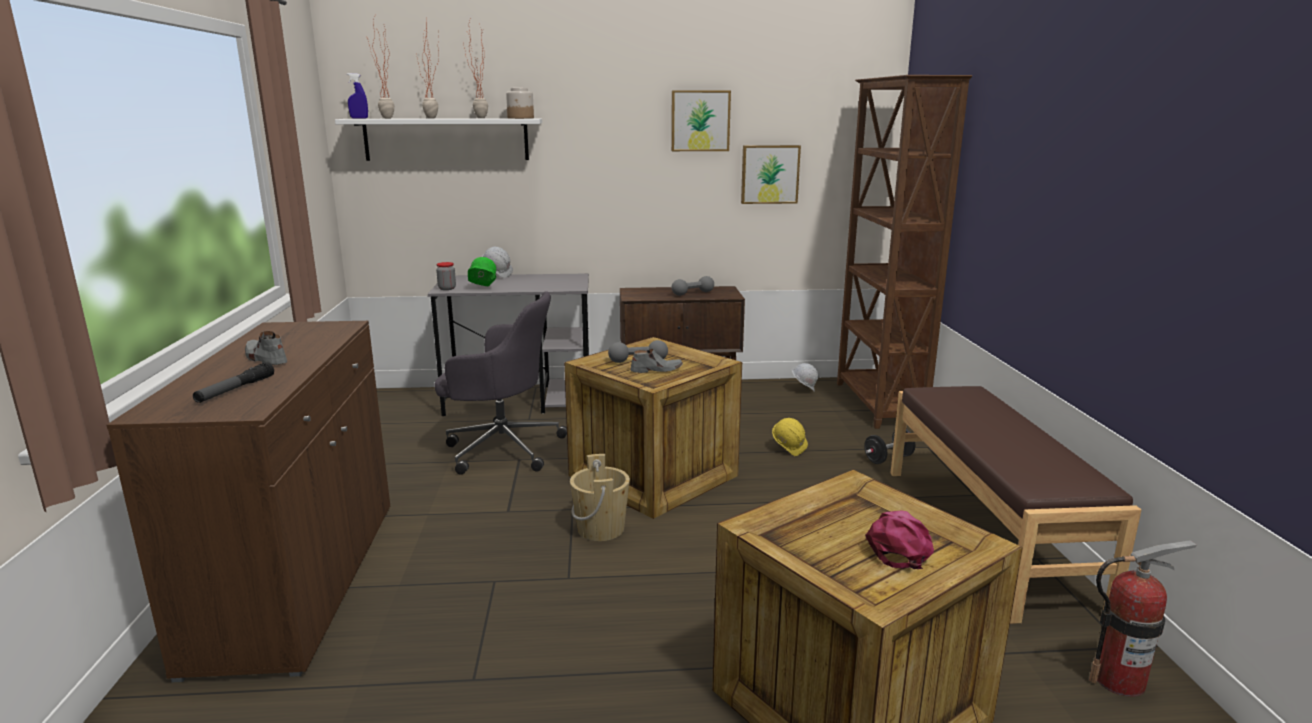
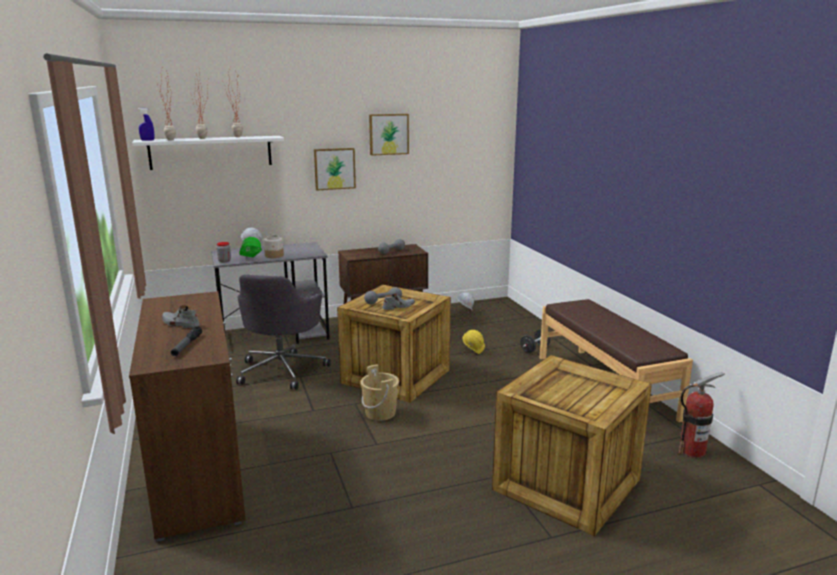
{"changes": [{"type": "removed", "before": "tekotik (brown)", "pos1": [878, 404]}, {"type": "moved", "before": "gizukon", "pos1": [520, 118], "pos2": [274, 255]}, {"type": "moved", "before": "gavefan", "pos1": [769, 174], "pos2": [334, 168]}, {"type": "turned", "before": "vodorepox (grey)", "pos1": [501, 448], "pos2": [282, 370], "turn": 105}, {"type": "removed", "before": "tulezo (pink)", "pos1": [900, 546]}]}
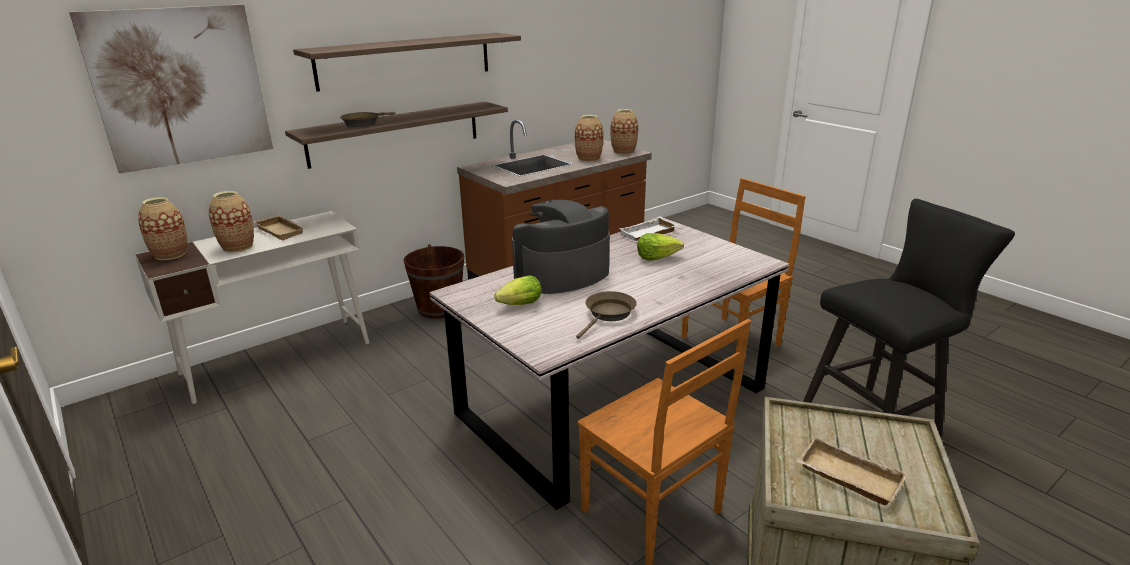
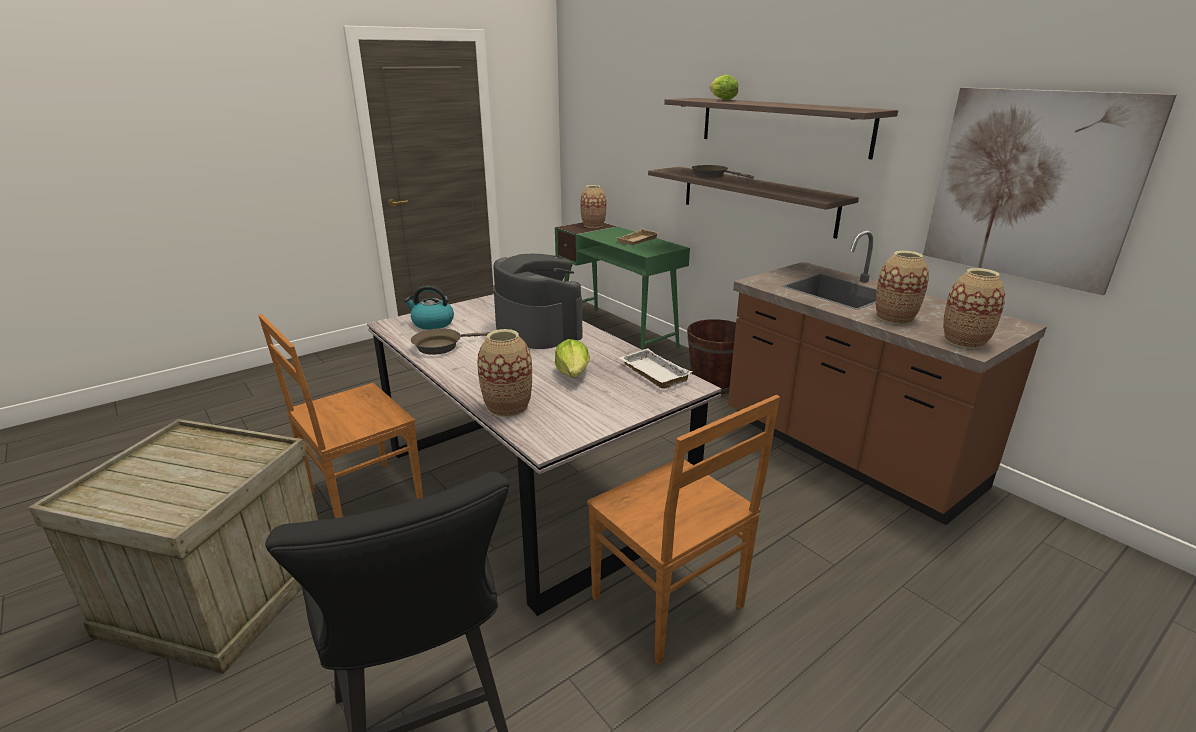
{"changes": [{"type": "moved", "before": "gavefan", "pos1": [181, 87], "pos2": [1031, 186]}, {"type": "moved", "before": "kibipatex", "pos1": [238, 247], "pos2": [508, 407]}, {"type": "recoloured", "before": "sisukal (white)", "after": "sisukal (green)", "pos1": [278, 357], "pos2": [617, 333]}, {"type": "moved", "before": "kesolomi", "pos1": [518, 305], "pos2": [721, 99]}, {"type": "turned", "before": "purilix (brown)", "pos1": [608, 314], "pos2": [441, 346], "turn": 120}, {"type": "removed", "before": "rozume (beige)", "pos1": [846, 477]}, {"type": "added", "after": "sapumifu", "pos2": [432, 323]}]}
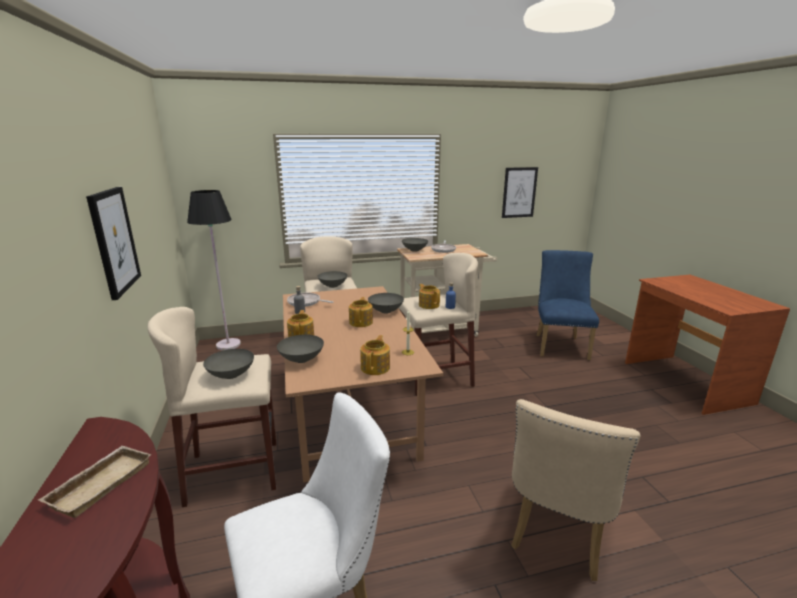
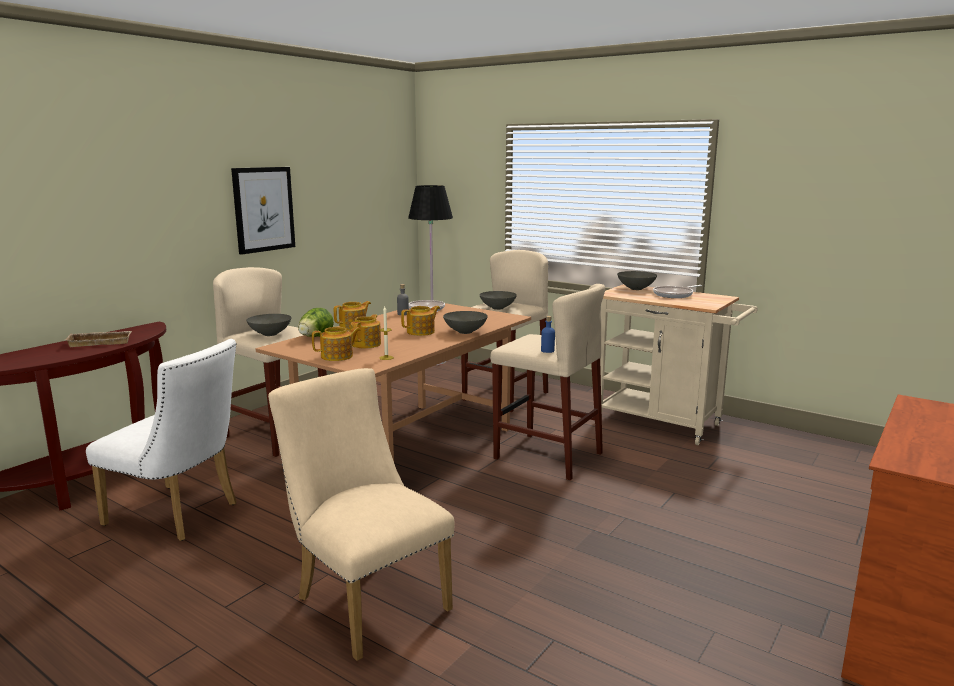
{"changes": [{"type": "removed", "before": "gavefan", "pos1": [519, 192]}, {"type": "removed", "before": "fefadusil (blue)", "pos1": [560, 345]}, {"type": "moved", "before": "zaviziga", "pos1": [429, 305], "pos2": [367, 344]}, {"type": "replaced", "before": "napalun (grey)", "after": "kesolomi", "pos1": [302, 359], "pos2": [315, 337]}, {"type": "turned", "before": "fefadusil (beige)", "pos1": [557, 535], "pos2": [366, 600], "turn": 60}]}
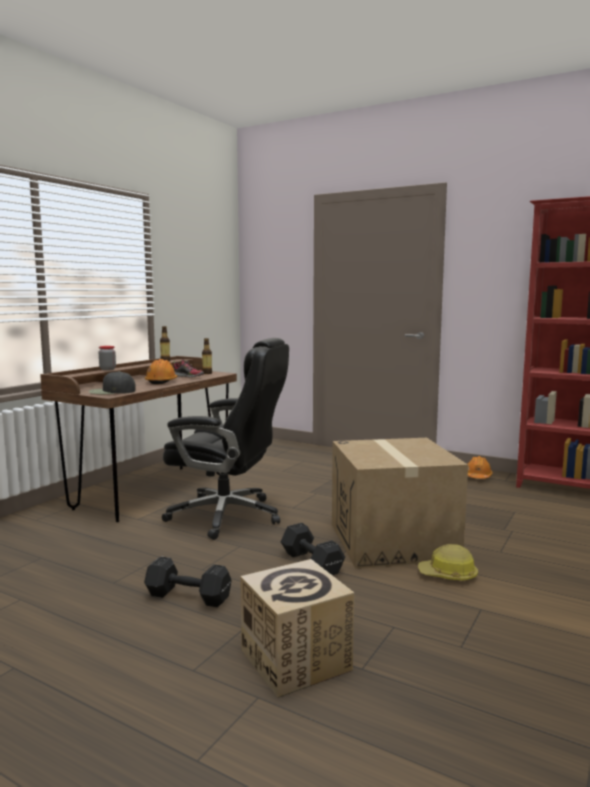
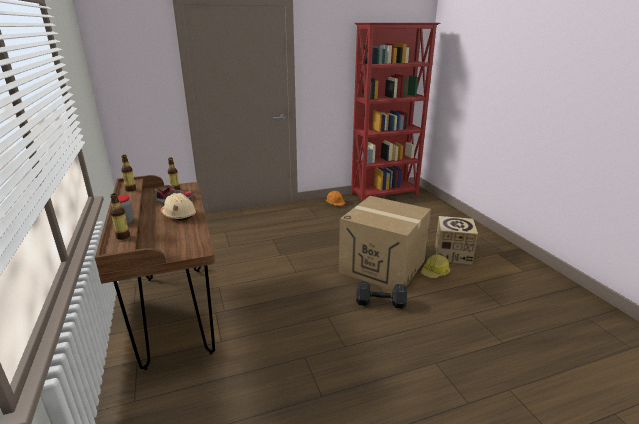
{"changes": [{"type": "removed", "before": "vodorepox (black)", "pos1": [228, 516]}, {"type": "recoloured", "before": "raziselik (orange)", "after": "raziselik (beige)", "pos1": [161, 382], "pos2": [179, 215]}, {"type": "removed", "before": "tulezo (black)", "pos1": [111, 392]}, {"type": "removed", "before": "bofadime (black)", "pos1": [187, 596]}, {"type": "moved", "before": "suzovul", "pos1": [295, 660], "pos2": [452, 254]}, {"type": "added", "after": "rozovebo", "pos2": [123, 236]}]}
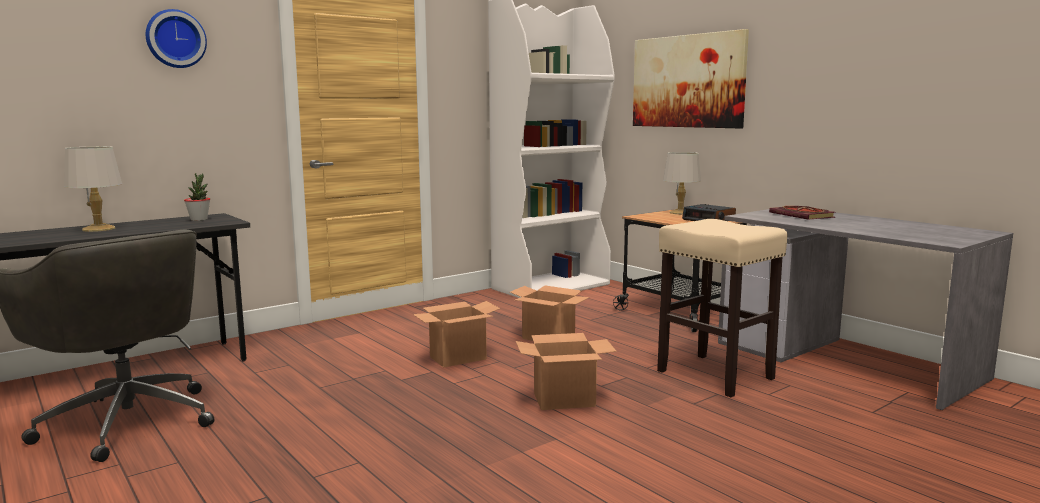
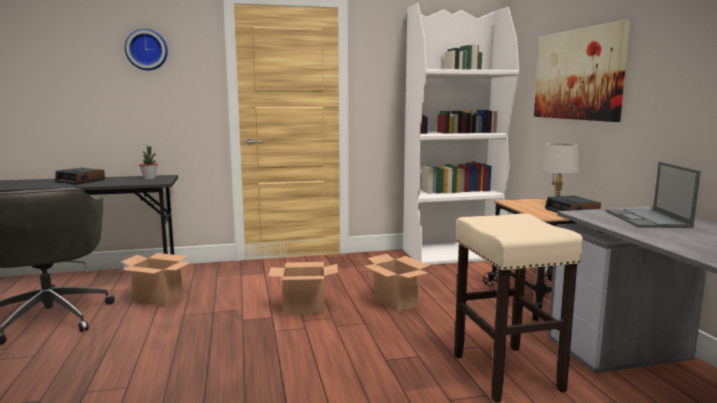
{"changes": [{"type": "replaced", "before": "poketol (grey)", "after": "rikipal", "pos1": [99, 229], "pos2": [81, 181]}, {"type": "replaced", "before": "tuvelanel", "after": "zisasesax", "pos1": [803, 215], "pos2": [647, 219]}, {"type": "moved", "before": "suzovul", "pos1": [565, 400], "pos2": [159, 299]}]}
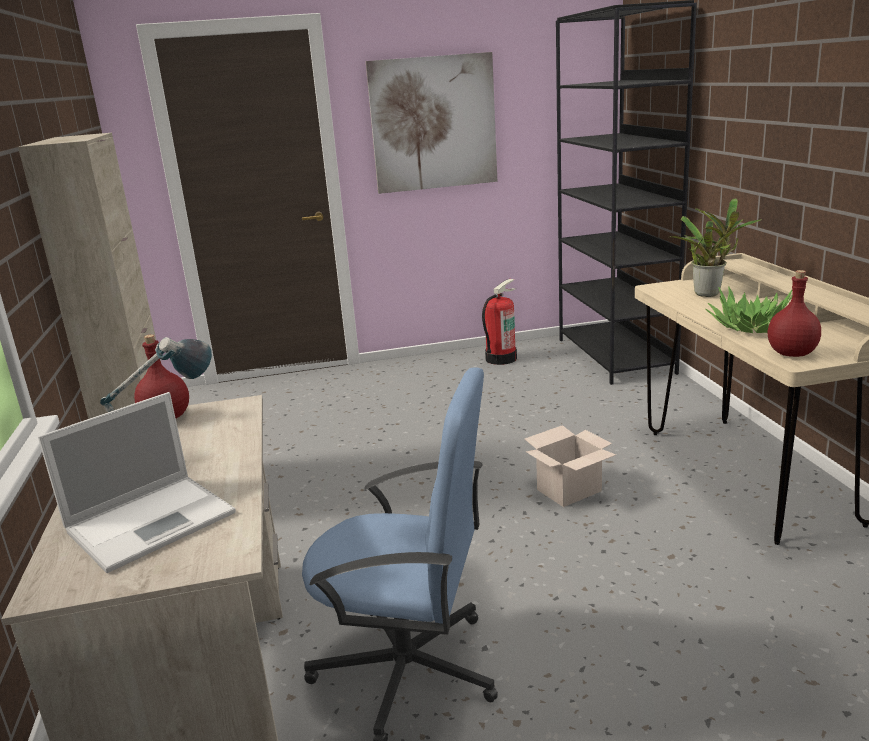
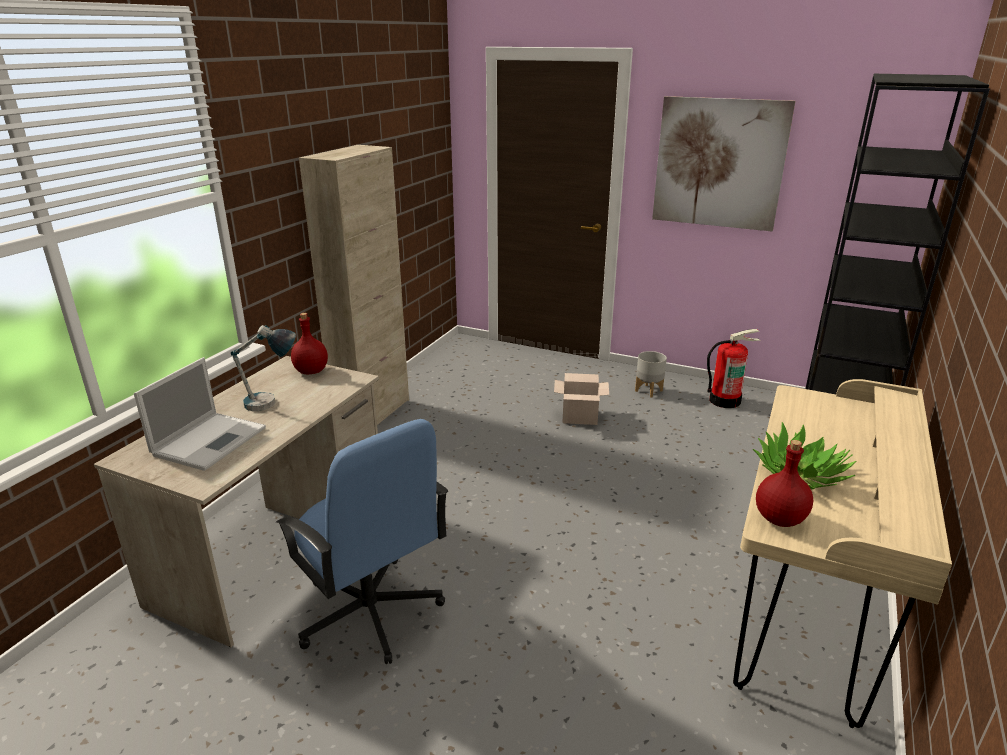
{"changes": [{"type": "removed", "before": "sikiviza", "pos1": [709, 293]}, {"type": "turned", "before": "zisasesax", "pos1": [153, 520], "pos2": [211, 440], "turn": -60}, {"type": "moved", "before": "suzovul", "pos1": [568, 491], "pos2": [578, 417]}, {"type": "added", "after": "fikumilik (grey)", "pos2": [649, 390]}]}
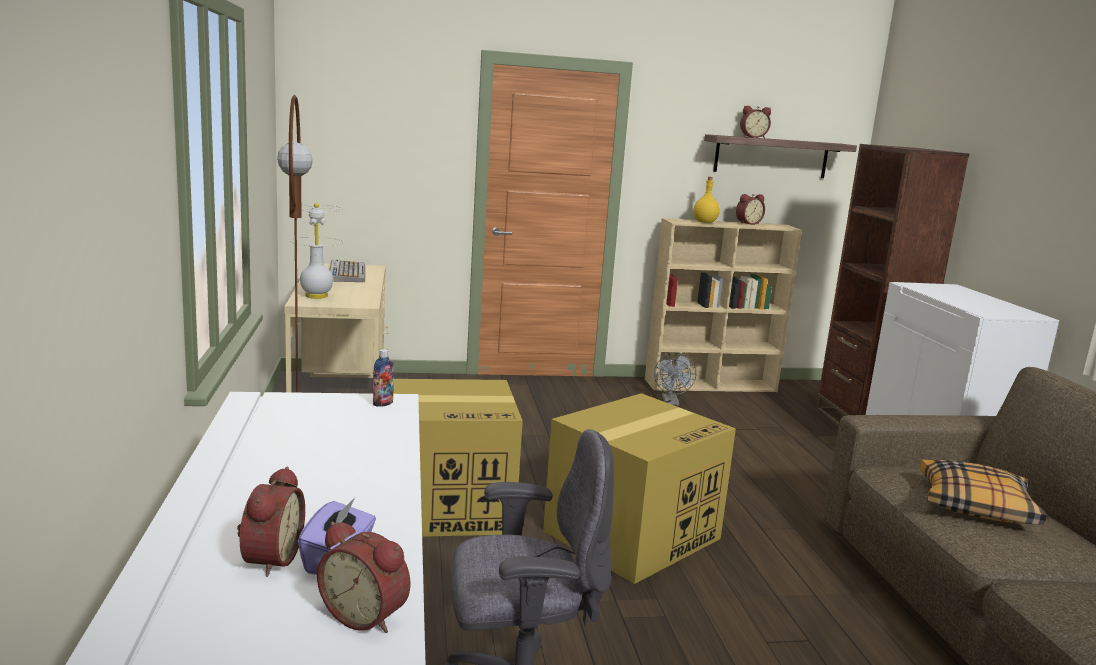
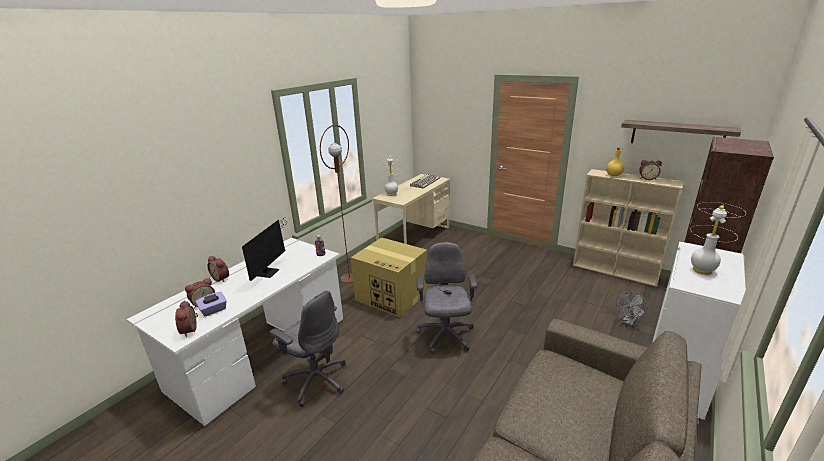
{"changes": [{"type": "moved", "before": "rikipal", "pos1": [752, 137], "pos2": [222, 278]}, {"type": "moved", "before": "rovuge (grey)", "pos1": [671, 403], "pos2": [628, 322]}, {"type": "replaced", "before": "suzovul", "after": "vodorepox (grey)", "pos1": [633, 534], "pos2": [445, 336]}, {"type": "removed", "before": "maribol", "pos1": [975, 505]}, {"type": "added", "after": "poketol (white)", "pos2": [702, 270]}, {"type": "added", "after": "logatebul", "pos2": [270, 271]}]}
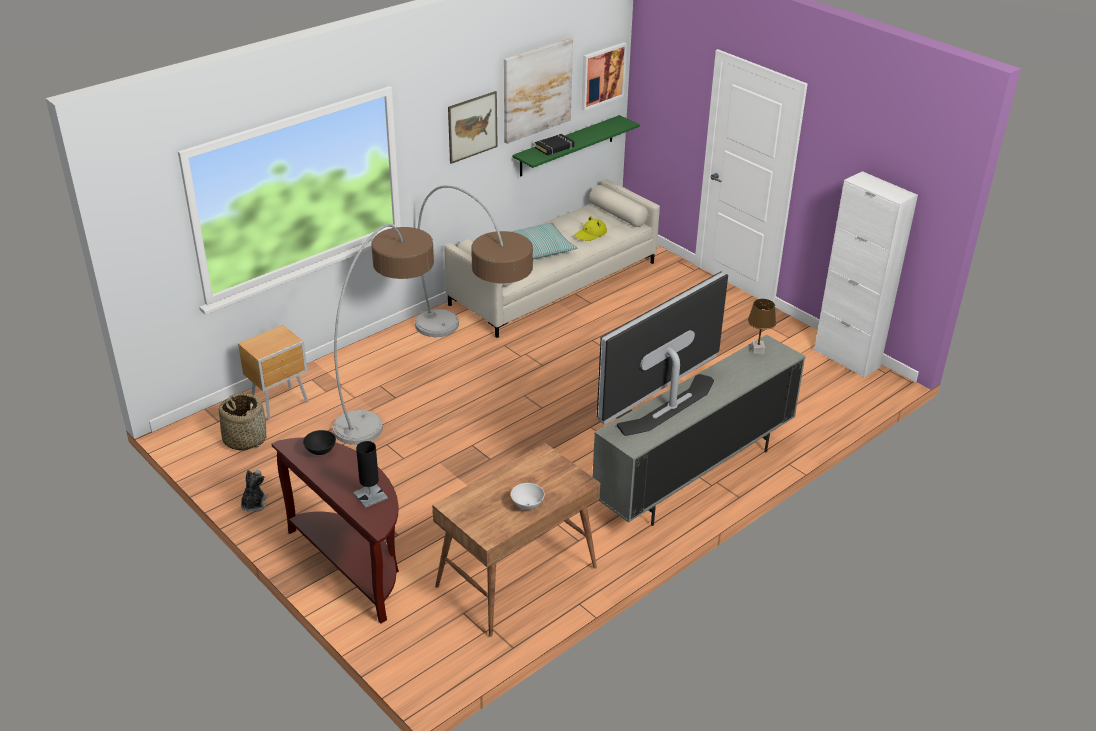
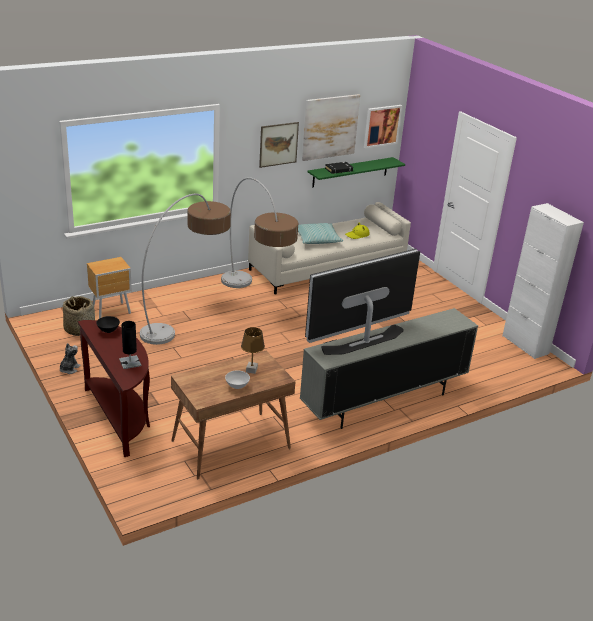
{"changes": [{"type": "moved", "before": "poketol (brown)", "pos1": [757, 350], "pos2": [251, 370]}]}
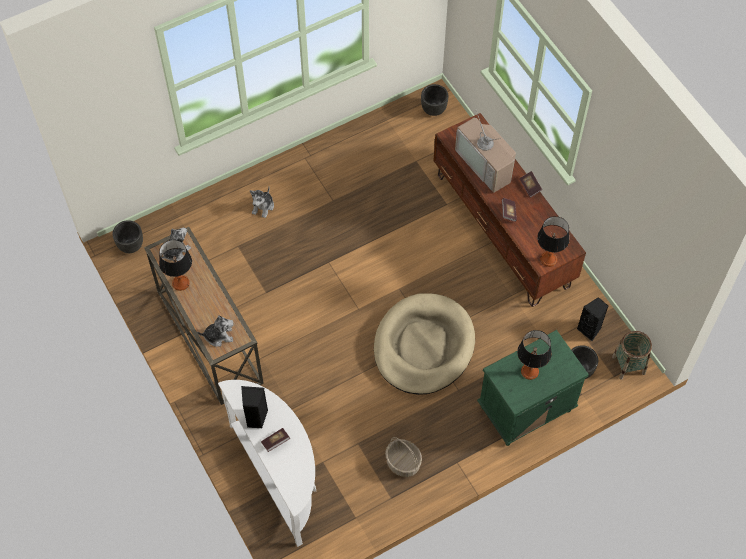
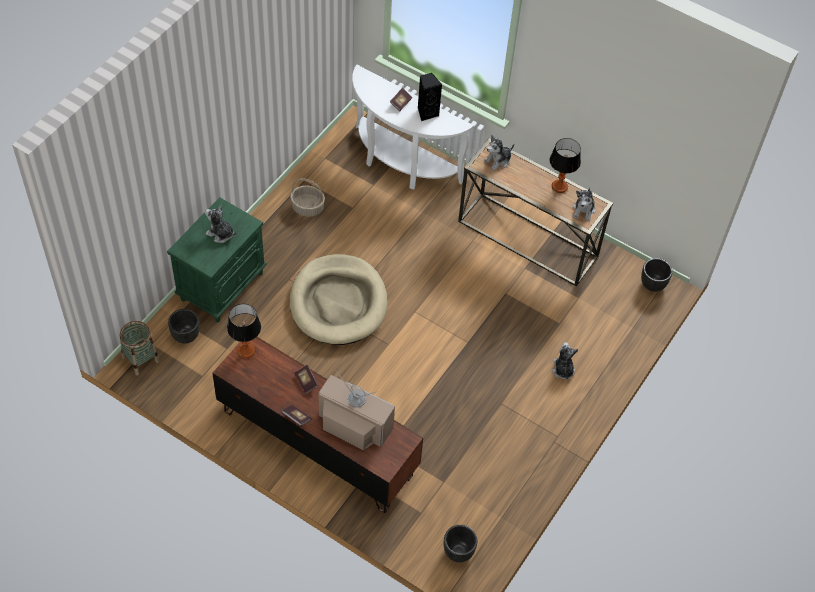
{"changes": [{"type": "removed", "before": "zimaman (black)", "pos1": [590, 329]}, {"type": "replaced", "before": "poketol", "after": "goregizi", "pos1": [529, 371], "pos2": [220, 234]}]}
